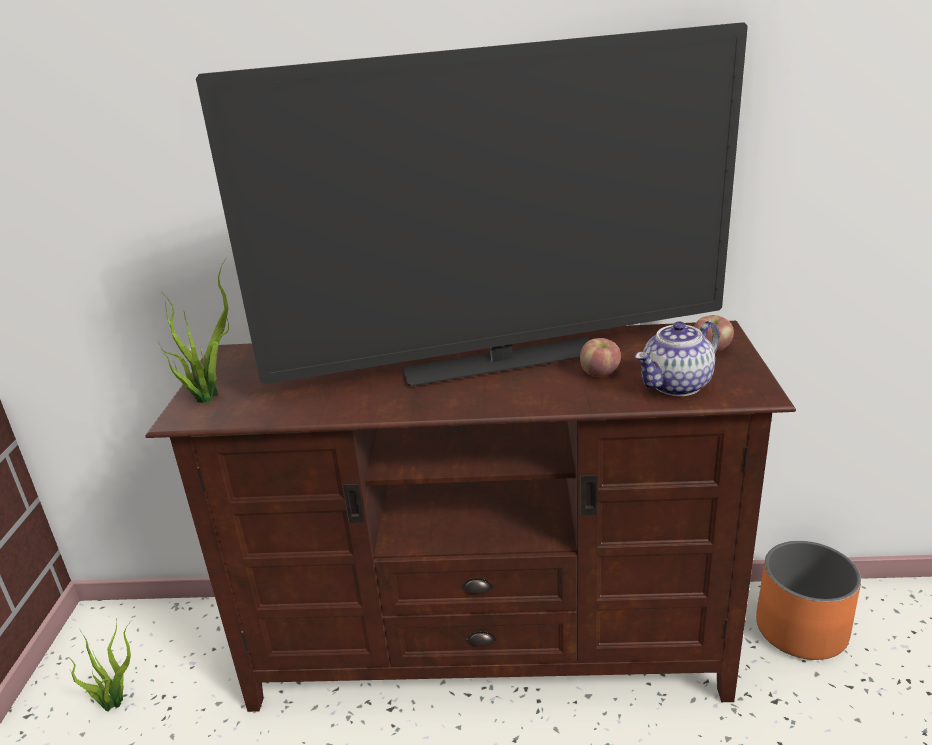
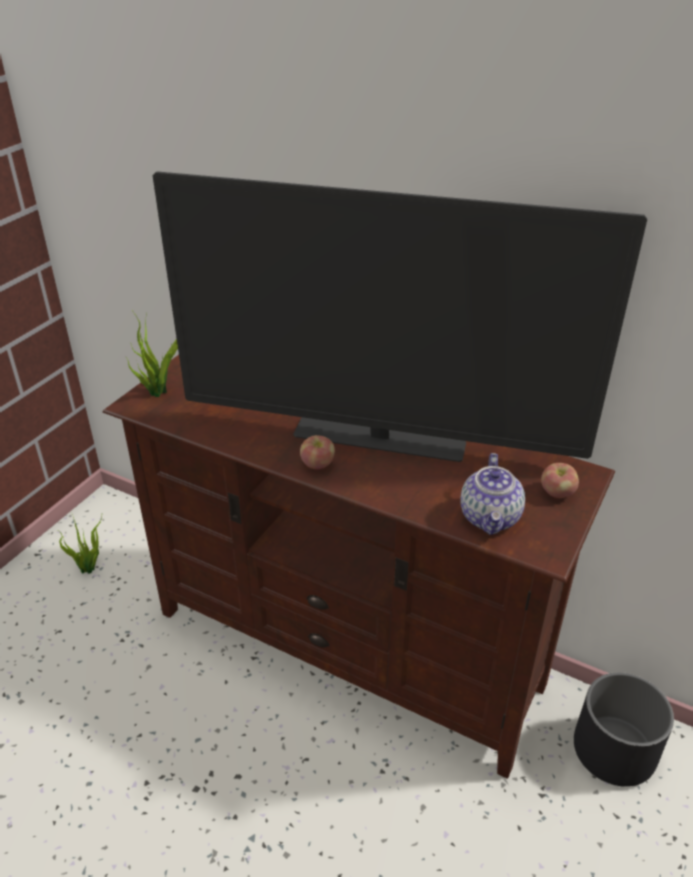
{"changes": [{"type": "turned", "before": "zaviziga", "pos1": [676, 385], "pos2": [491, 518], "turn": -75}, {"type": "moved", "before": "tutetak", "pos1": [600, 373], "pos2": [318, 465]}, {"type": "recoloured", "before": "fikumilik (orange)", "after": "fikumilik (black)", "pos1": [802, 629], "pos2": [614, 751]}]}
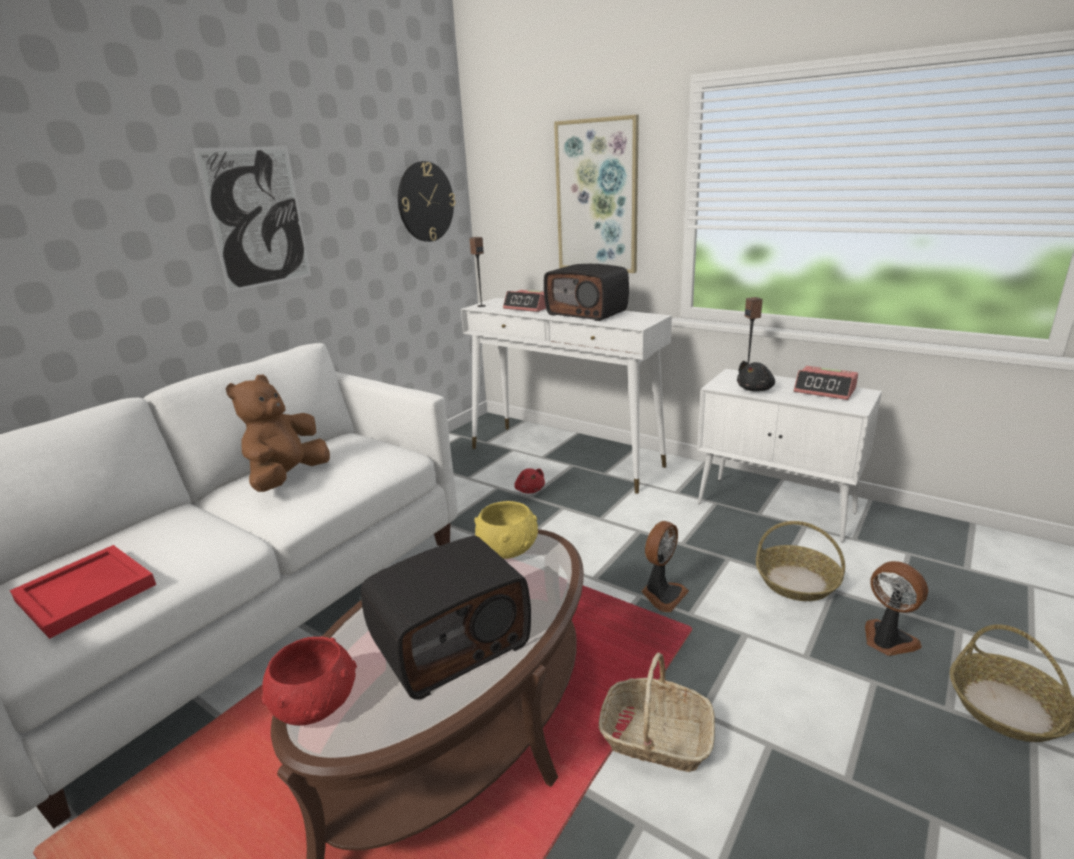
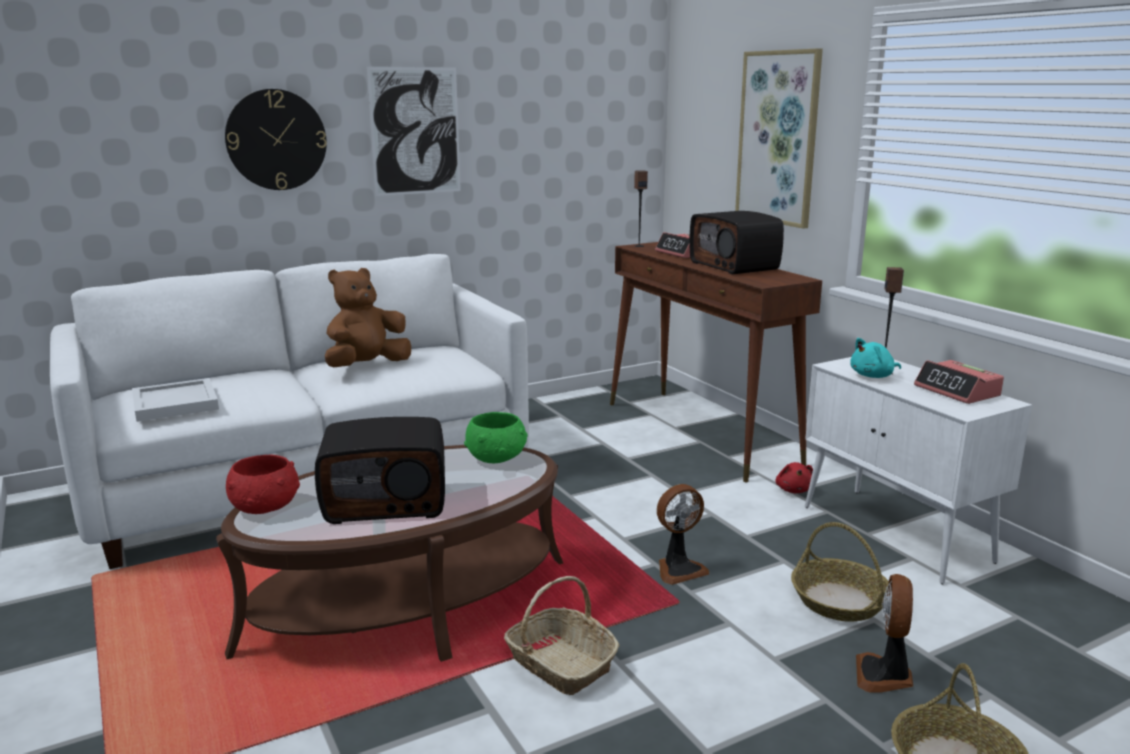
{"changes": [{"type": "moved", "before": "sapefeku", "pos1": [425, 202], "pos2": [276, 140]}, {"type": "recoloured", "before": "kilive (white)", "after": "kilive (brown)", "pos1": [565, 457], "pos2": [700, 433]}, {"type": "recoloured", "before": "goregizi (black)", "after": "goregizi (turquoise)", "pos1": [755, 389], "pos2": [873, 376]}, {"type": "moved", "before": "goregizi (red)", "pos1": [529, 490], "pos2": [794, 490]}, {"type": "recoloured", "before": "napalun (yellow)", "after": "napalun (green)", "pos1": [508, 549], "pos2": [497, 458]}, {"type": "recoloured", "before": "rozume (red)", "after": "rozume (white)", "pos1": [84, 593], "pos2": [174, 403]}, {"type": "turned", "before": "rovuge", "pos1": [887, 640], "pos2": [884, 676], "turn": -150}]}
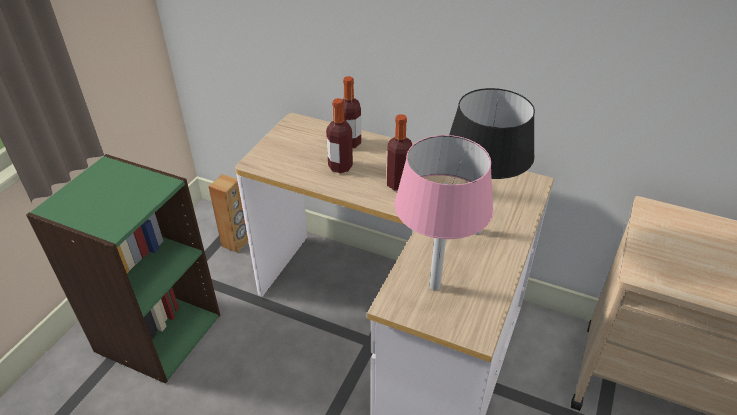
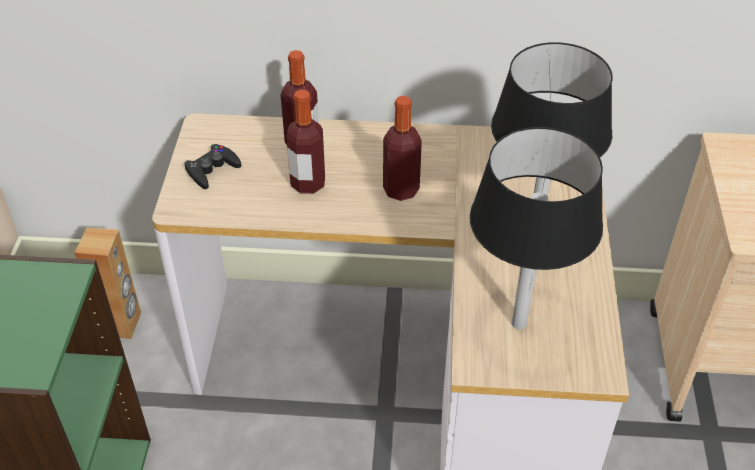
{"changes": [{"type": "recoloured", "before": "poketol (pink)", "after": "poketol (black)", "pos1": [435, 286], "pos2": [519, 323]}, {"type": "added", "after": "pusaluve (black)", "pos2": [212, 170]}]}
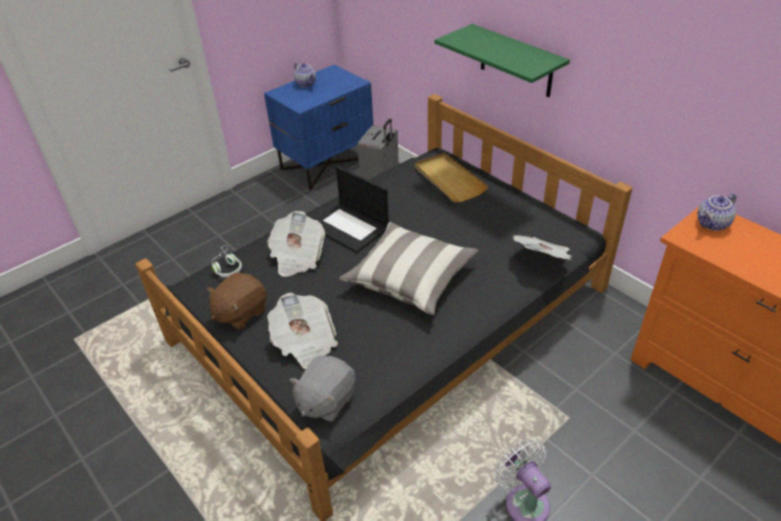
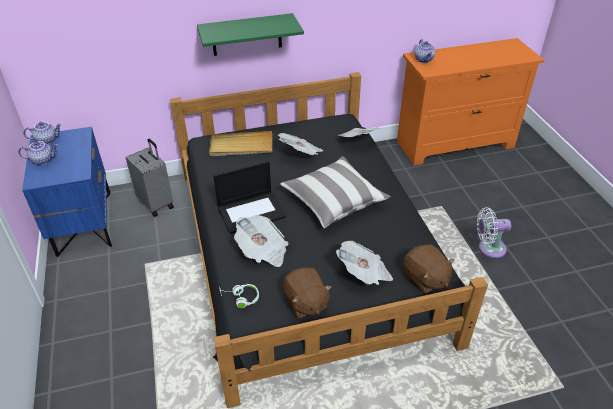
{"changes": [{"type": "recoloured", "before": "goregizi (grey)", "after": "goregizi (brown)", "pos1": [325, 400], "pos2": [425, 279]}, {"type": "added", "after": "zaviziga", "pos2": [47, 140]}, {"type": "added", "after": "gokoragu", "pos2": [301, 154]}]}
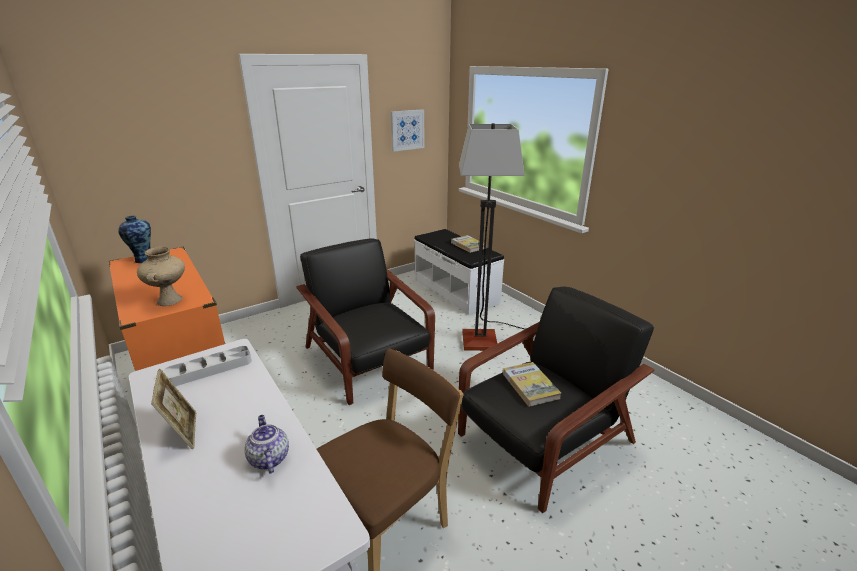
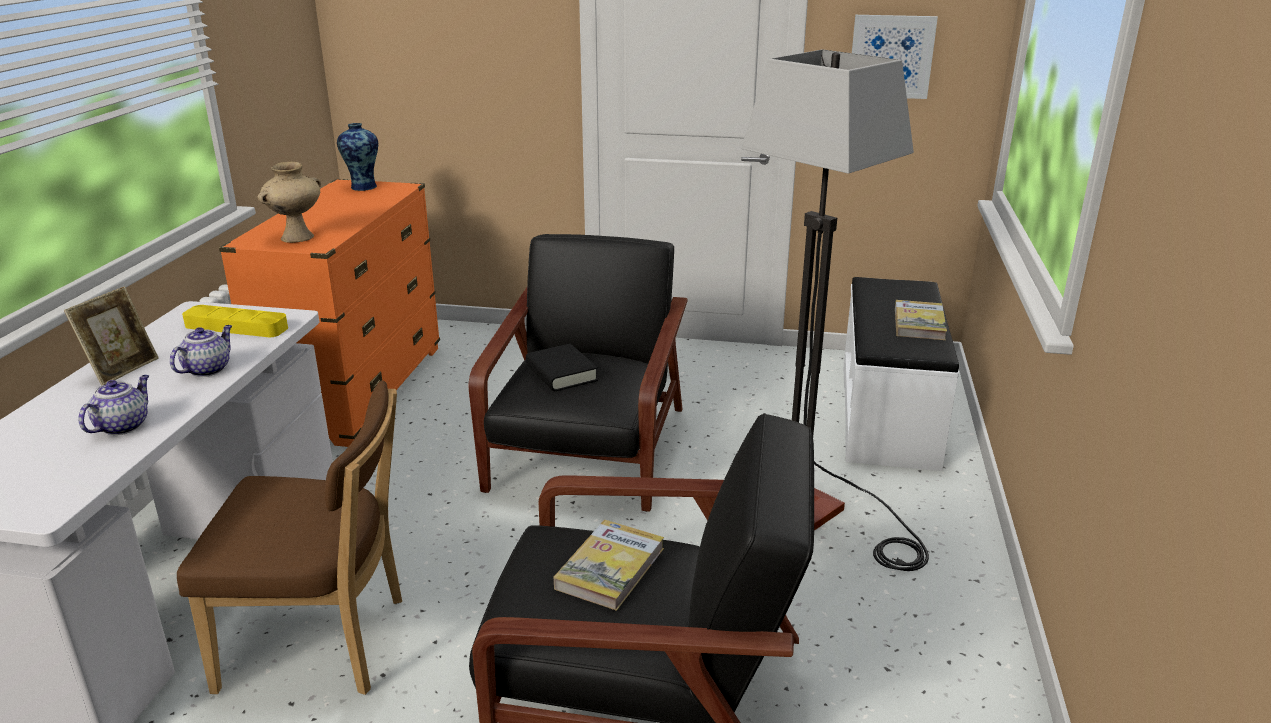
{"changes": [{"type": "recoloured", "before": "rozume (grey)", "after": "rozume (yellow)", "pos1": [210, 369], "pos2": [236, 327]}, {"type": "added", "after": "zaviziga", "pos2": [208, 369]}, {"type": "added", "after": "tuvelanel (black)", "pos2": [561, 373]}]}
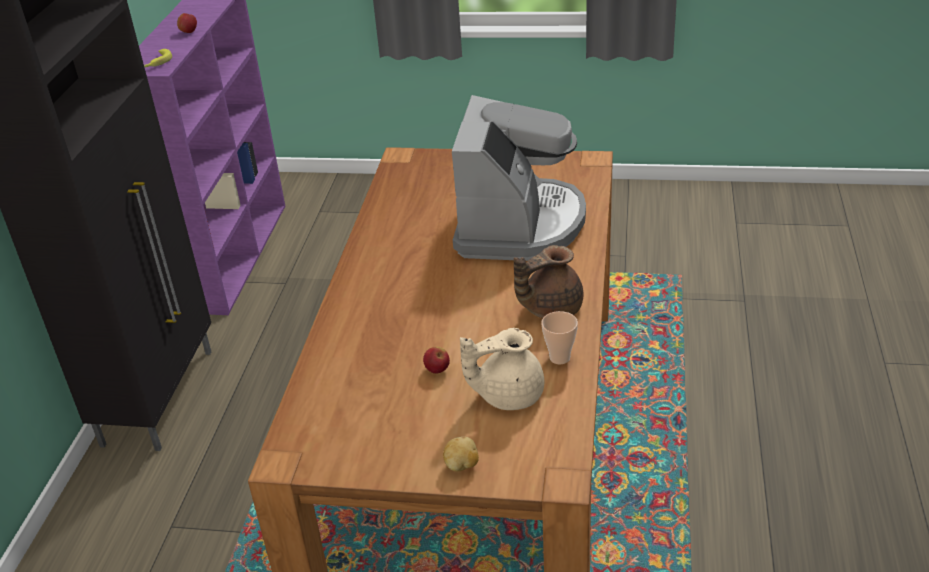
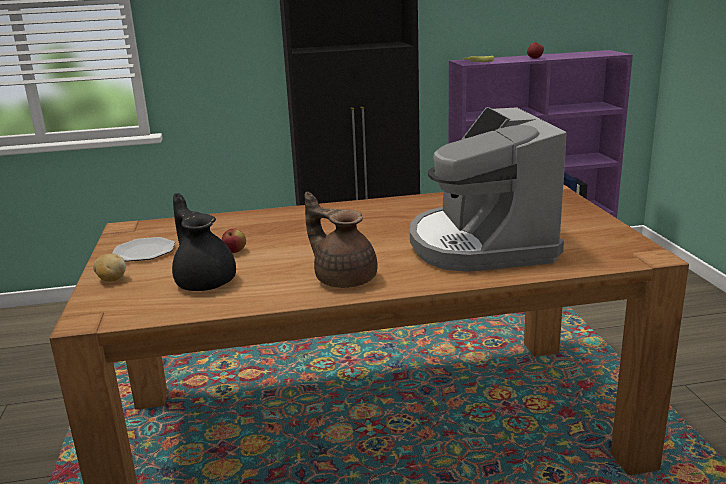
{"changes": [{"type": "turned", "before": "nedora", "pos1": [519, 224], "pos2": [480, 244], "turn": 90}, {"type": "removed", "before": "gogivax", "pos1": [559, 358]}, {"type": "recoloured", "before": "zaviziga (beige)", "after": "zaviziga (black)", "pos1": [507, 394], "pos2": [205, 281]}, {"type": "added", "after": "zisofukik", "pos2": [144, 252]}]}
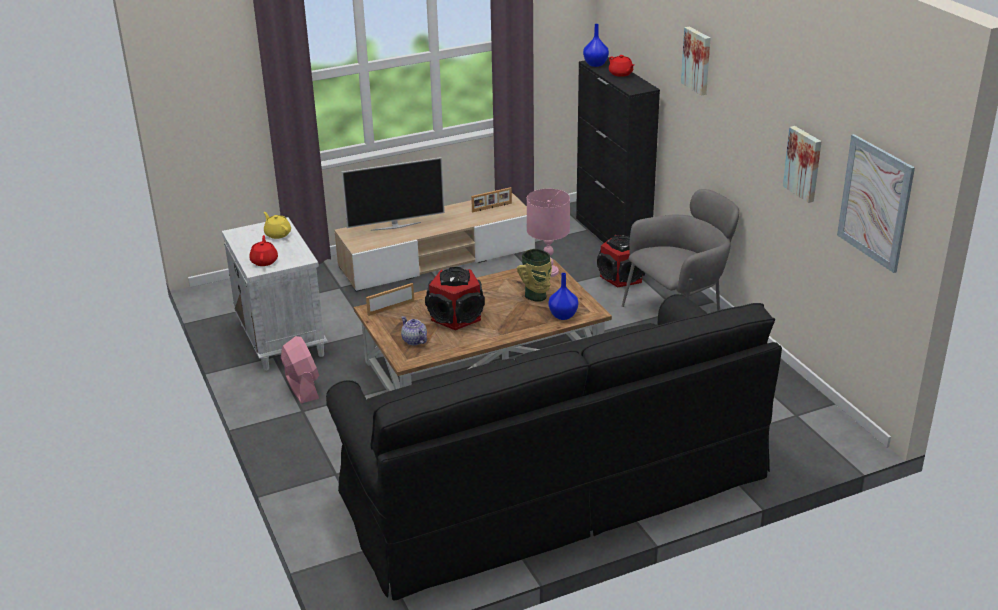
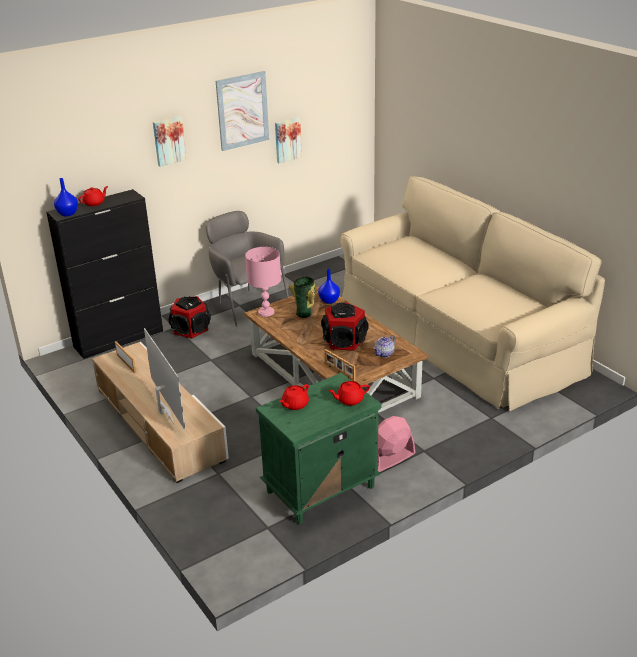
{"changes": [{"type": "moved", "before": "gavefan", "pos1": [875, 202], "pos2": [242, 111]}, {"type": "recoloured", "before": "zaviziga (yellow)", "after": "zaviziga (red)", "pos1": [277, 234], "pos2": [294, 405]}, {"type": "recoloured", "before": "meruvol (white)", "after": "meruvol (green)", "pos1": [280, 339], "pos2": [320, 490]}, {"type": "recoloured", "before": "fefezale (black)", "after": "fefezale (beige)", "pos1": [551, 483], "pos2": [455, 334]}]}
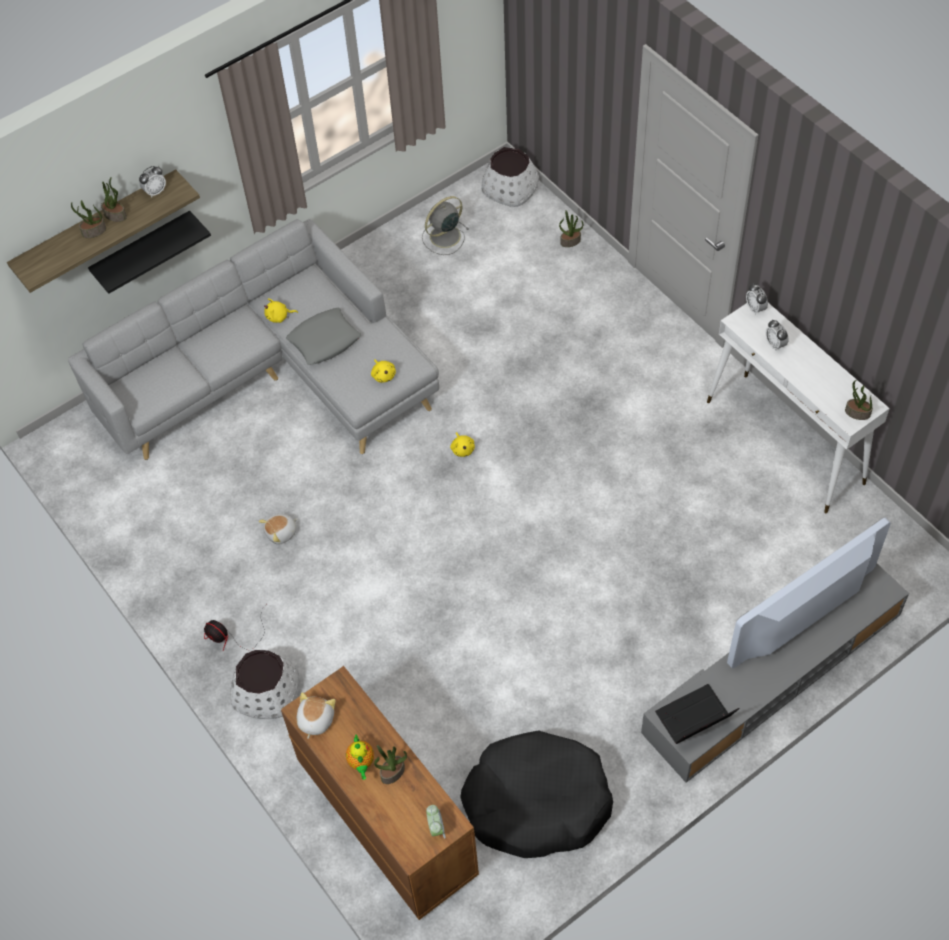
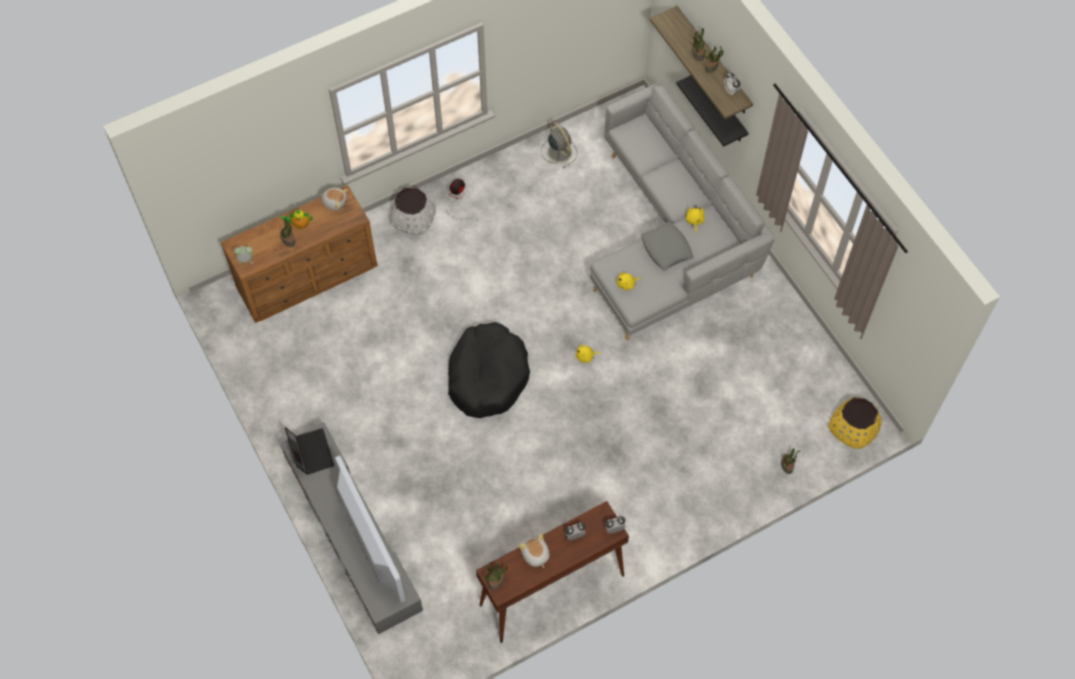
{"changes": [{"type": "recoloured", "before": "fikumilik (white)", "after": "fikumilik (yellow)", "pos1": [510, 188], "pos2": [853, 427]}, {"type": "moved", "before": "rovuge (grey)", "pos1": [444, 237], "pos2": [559, 151]}, {"type": "recoloured", "before": "kilive (white)", "after": "kilive (brown)", "pos1": [785, 442], "pos2": [551, 590]}, {"type": "moved", "before": "goregizi", "pos1": [281, 533], "pos2": [535, 555]}, {"type": "moved", "before": "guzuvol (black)", "pos1": [536, 802], "pos2": [487, 376]}]}
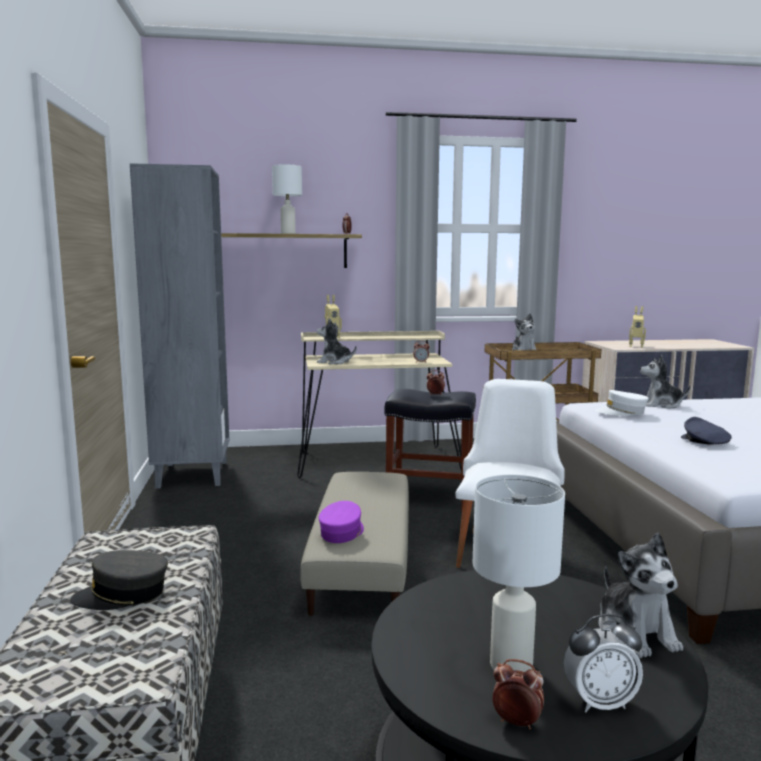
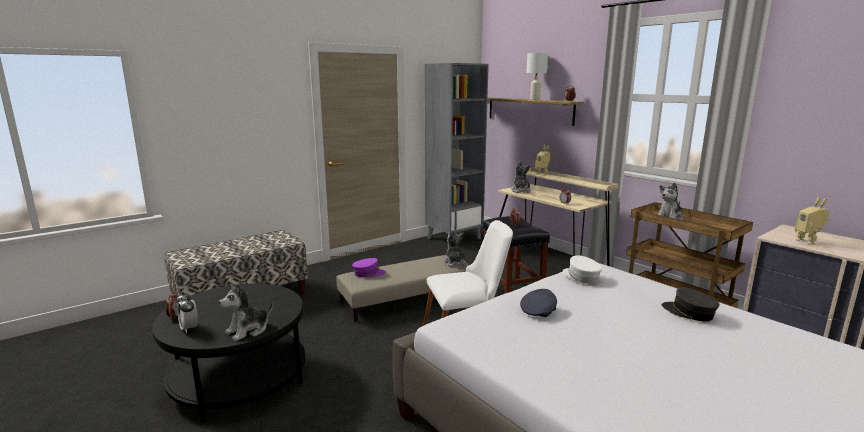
{"changes": [{"type": "moved", "before": "goregizi", "pos1": [661, 405], "pos2": [455, 263]}, {"type": "removed", "before": "poketol (white)", "pos1": [512, 666]}, {"type": "moved", "before": "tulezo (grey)", "pos1": [122, 594], "pos2": [689, 312]}]}
